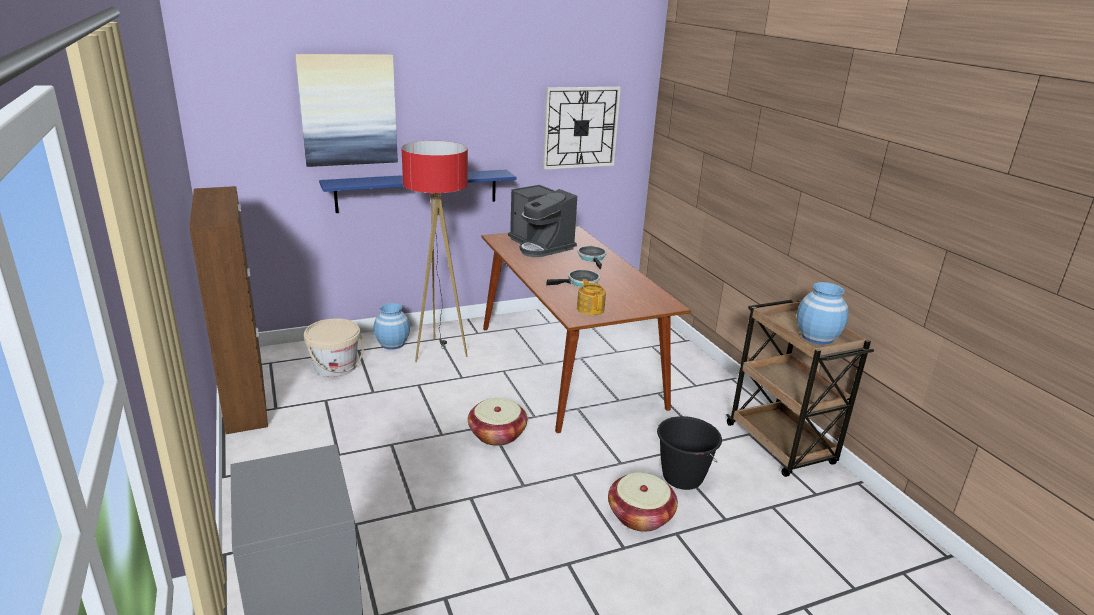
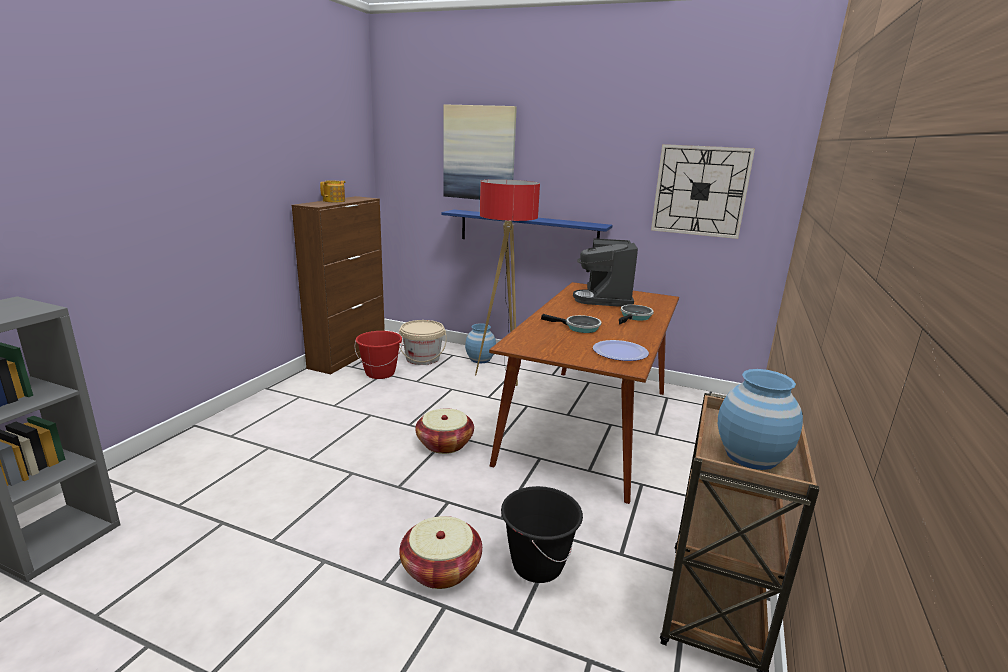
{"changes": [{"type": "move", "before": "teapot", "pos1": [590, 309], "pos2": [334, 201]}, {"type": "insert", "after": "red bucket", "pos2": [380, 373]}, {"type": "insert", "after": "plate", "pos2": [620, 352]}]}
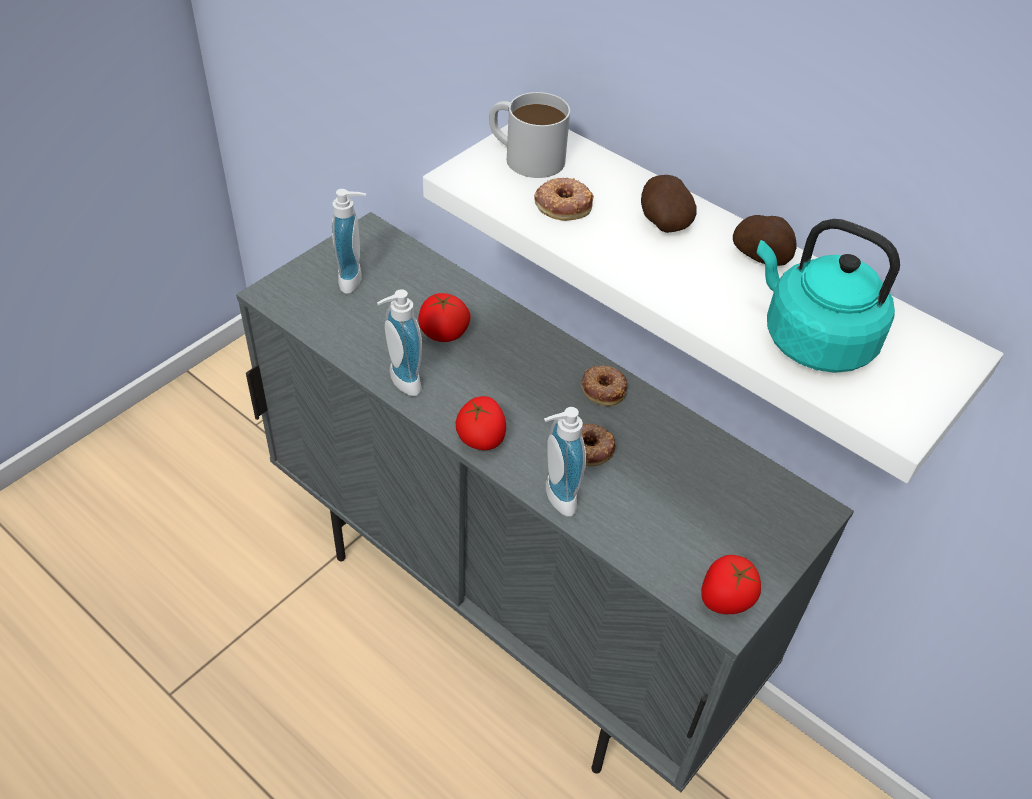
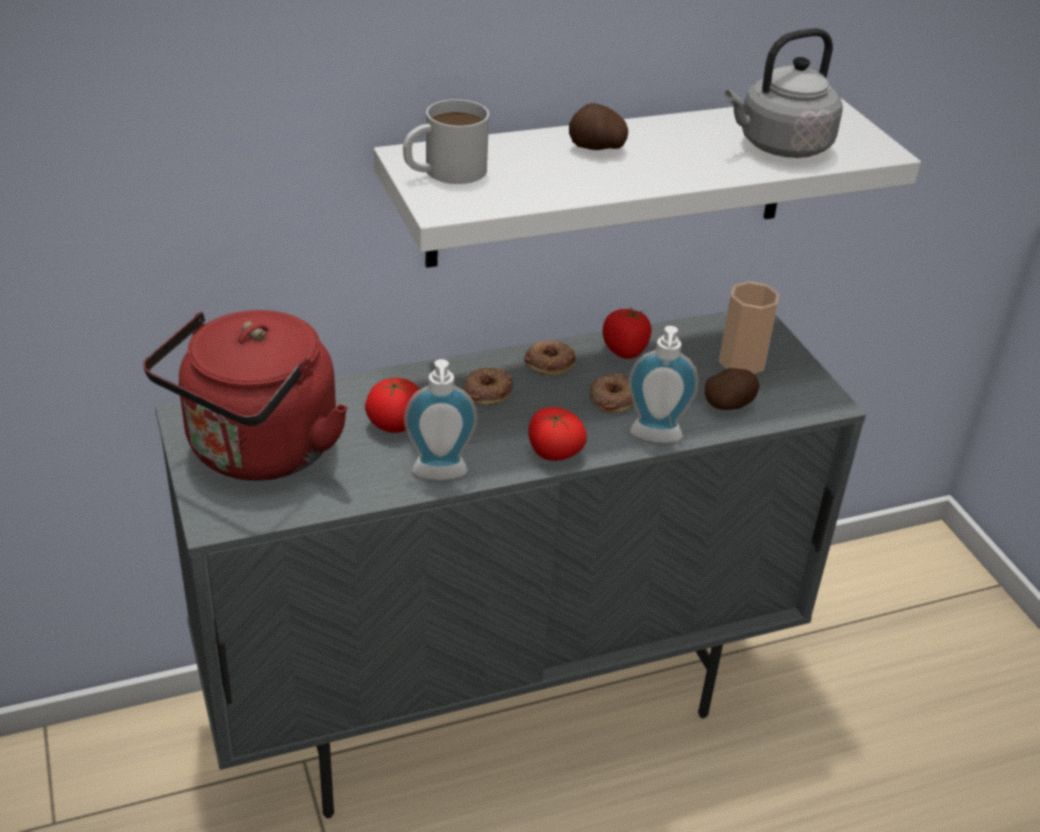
{"changes": [{"type": "replace", "before": "soap dispenser", "after": "red kettle", "pos1": [355, 280], "pos2": [257, 453]}, {"type": "move", "before": "donut", "pos1": [563, 204], "pos2": [487, 391]}, {"type": "move", "before": "tomato", "pos1": [725, 599], "pos2": [625, 350]}, {"type": "move", "before": "potato", "pos1": [761, 257], "pos2": [729, 405]}, {"type": "recolor", "before": "turquoise kettle", "after": "grey kettle", "pos1": [812, 340], "pos2": [780, 146]}, {"type": "insert", "after": "cup", "pos2": [742, 362]}]}
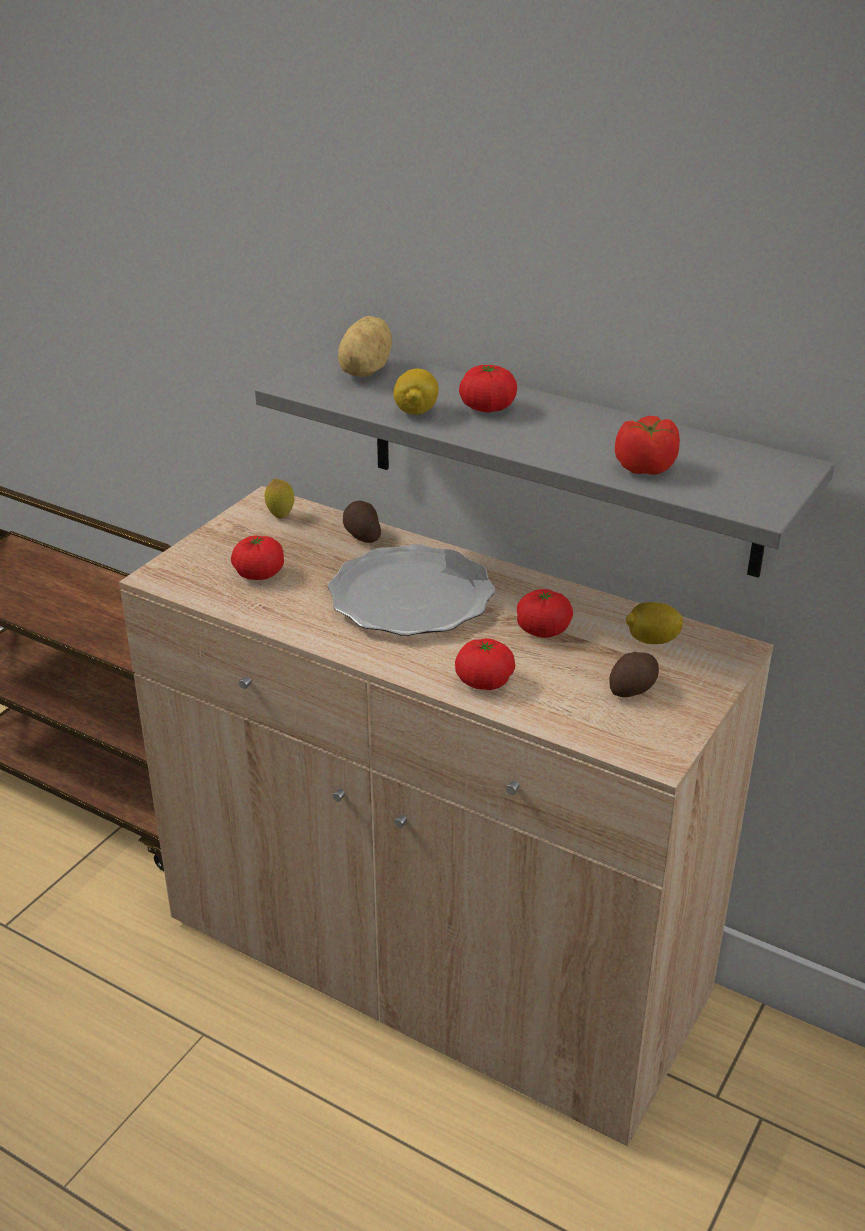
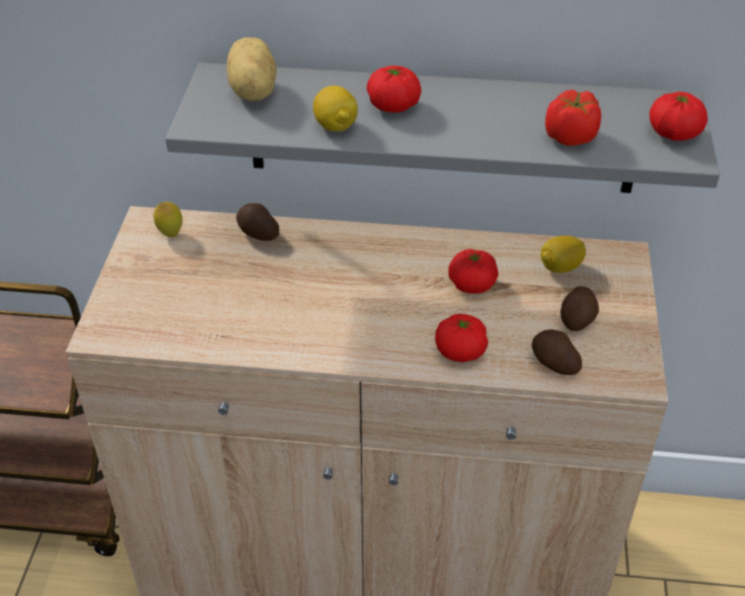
{"changes": [{"type": "move", "before": "tomato", "pos1": [259, 574], "pos2": [674, 133]}, {"type": "delete", "before": "plate", "pos1": [410, 597]}, {"type": "insert", "after": "potato", "pos2": [553, 363]}]}
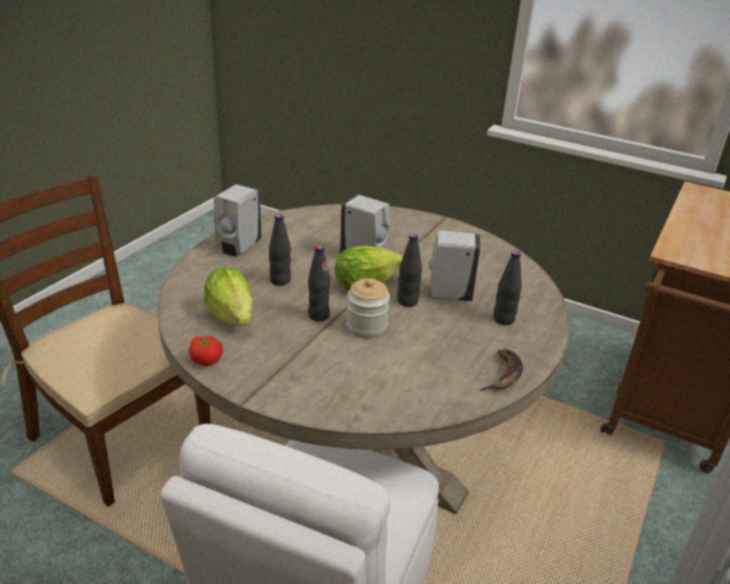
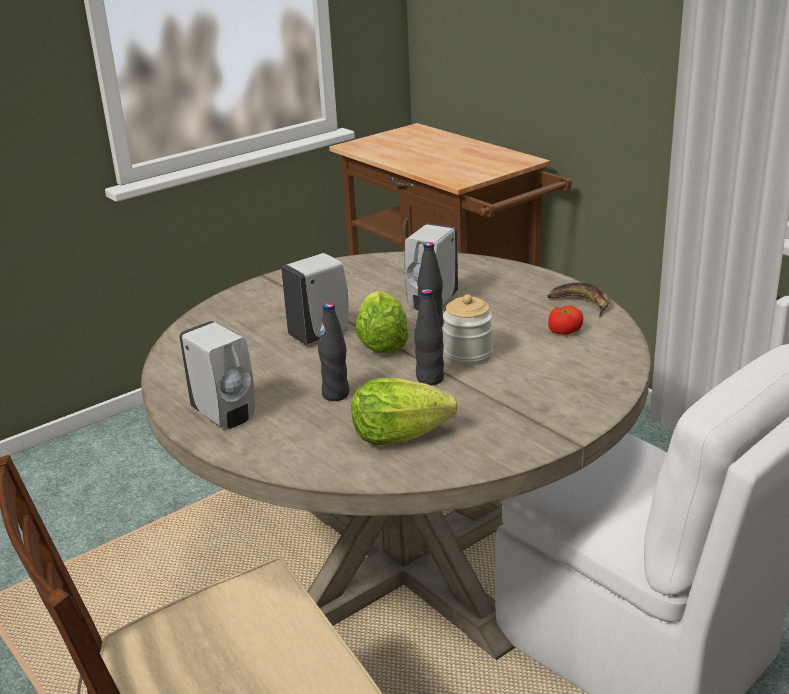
{"changes": [{"type": "move", "before": "tomato", "pos1": [206, 359], "pos2": [564, 330]}, {"type": "delete", "before": "black bottle", "pos1": [503, 319]}]}
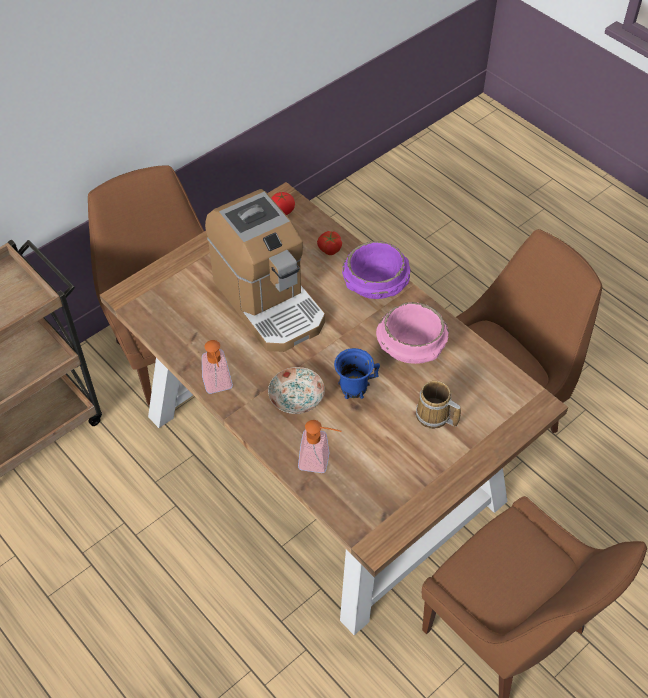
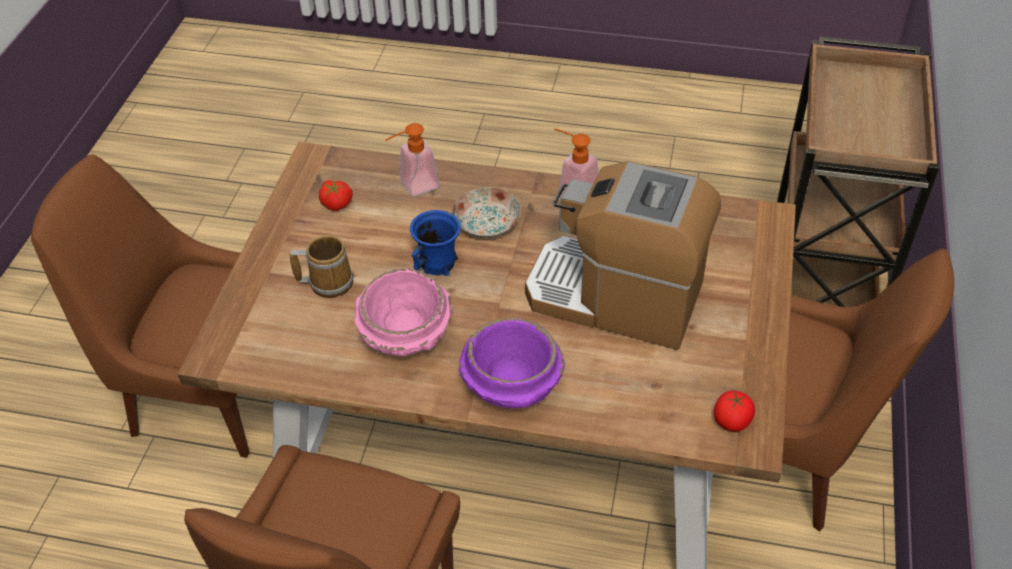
{"changes": [{"type": "move", "before": "tomato", "pos1": [329, 249], "pos2": [337, 203]}]}
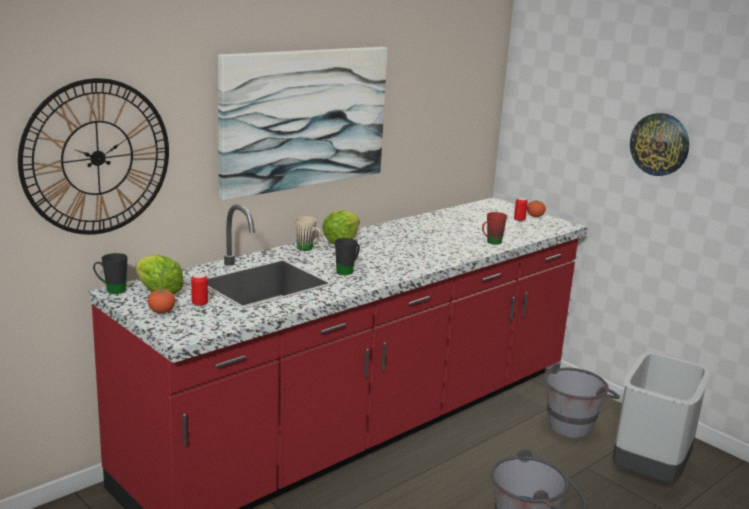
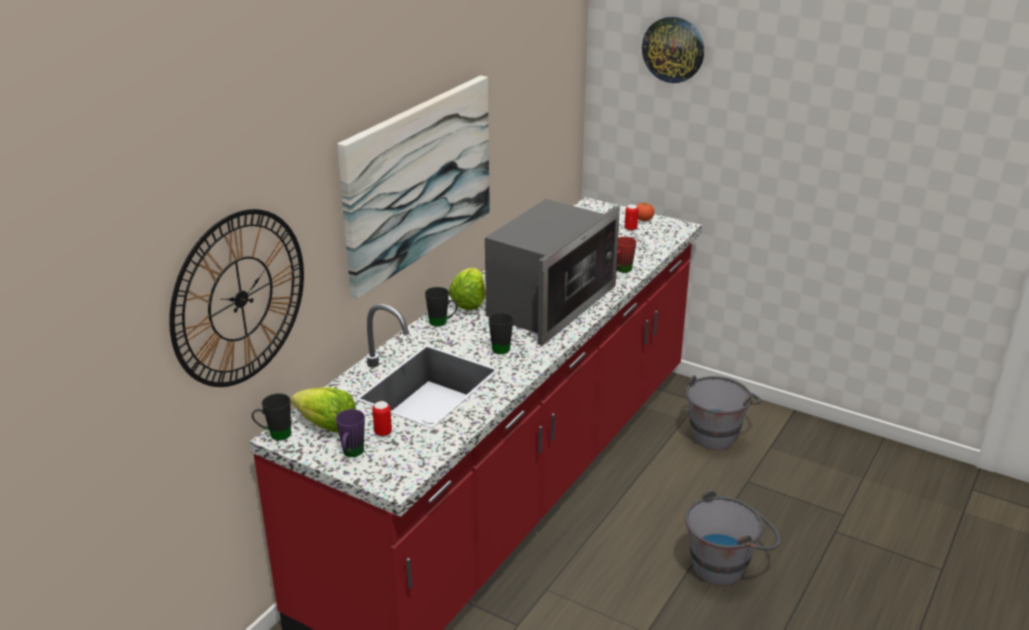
{"changes": [{"type": "replace", "before": "tomato", "after": "purple mug", "pos1": [161, 312], "pos2": [351, 454]}, {"type": "recolor", "before": "beige mug", "after": "black mug", "pos1": [308, 249], "pos2": [442, 323]}, {"type": "delete", "before": "grey trash can", "pos1": [650, 472]}, {"type": "move", "before": "wall clock", "pos1": [660, 144], "pos2": [673, 49]}, {"type": "insert", "after": "microwave", "pos2": [549, 304]}]}
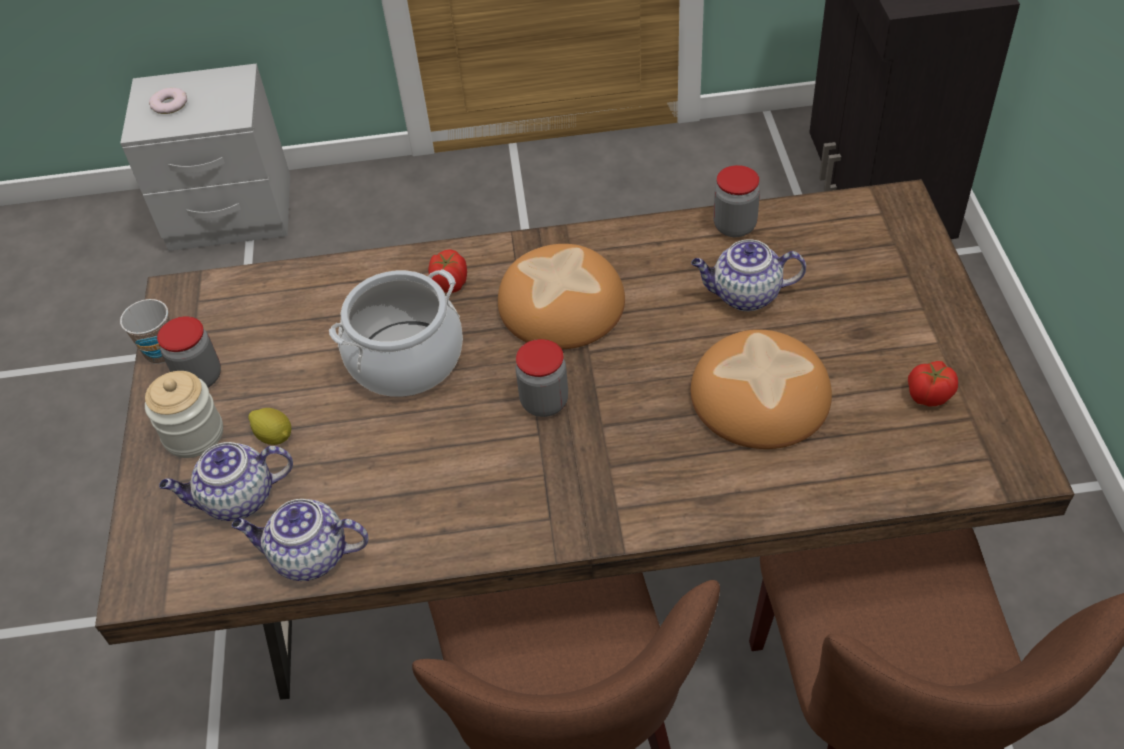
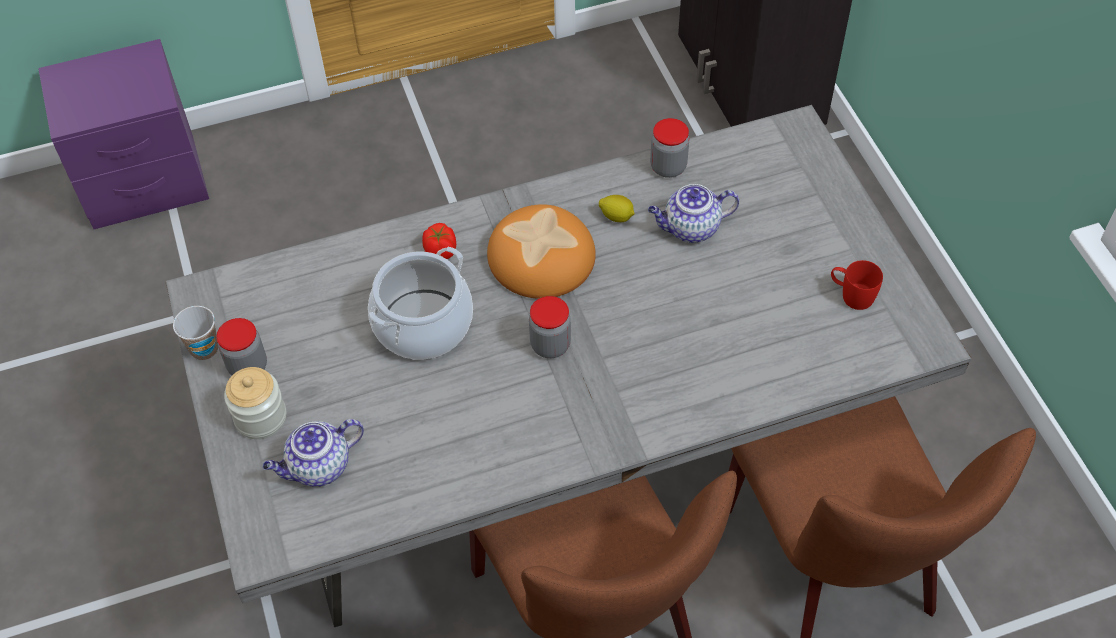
{"changes": [{"type": "recolor", "before": "brown dining table", "after": "grey dining table", "pos1": [577, 562], "pos2": [560, 465]}, {"type": "recolor", "before": "grey nightstand", "after": "purple nightstand", "pos1": [231, 213], "pos2": [144, 182]}, {"type": "delete", "before": "donut", "pos1": [169, 105]}, {"type": "delete", "before": "teapot", "pos1": [308, 557]}, {"type": "move", "before": "lemon", "pos1": [274, 436], "pos2": [617, 216]}, {"type": "delete", "before": "bread", "pos1": [758, 396]}, {"type": "replace", "before": "tomato", "after": "red mug", "pos1": [928, 395], "pos2": [851, 295]}]}
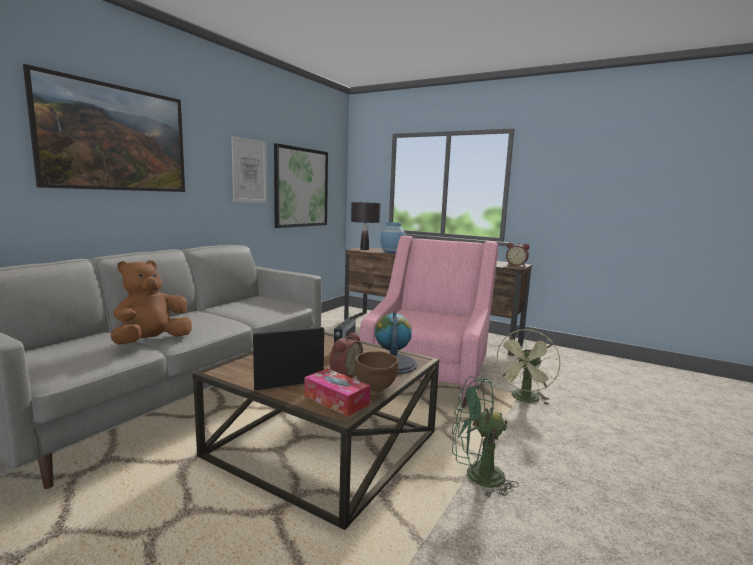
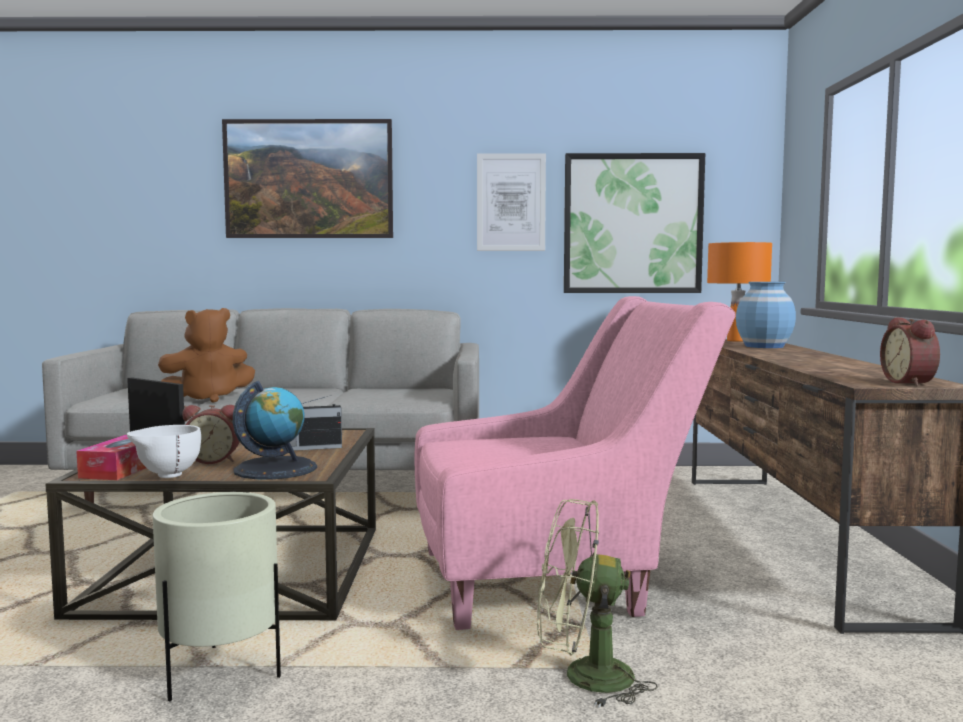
{"changes": [{"type": "rotate", "before": "brown plush toy", "pos1": [152, 341], "pos2": [208, 398], "turn": 150}, {"type": "recolor", "before": "black table lamp", "after": "orange table lamp", "pos1": [364, 249], "pos2": [736, 340]}, {"type": "recolor", "before": "brown bowl", "after": "white bowl", "pos1": [376, 390], "pos2": [166, 476]}, {"type": "replace", "before": "green fan", "after": "beige planter", "pos1": [476, 476], "pos2": [221, 675]}]}
